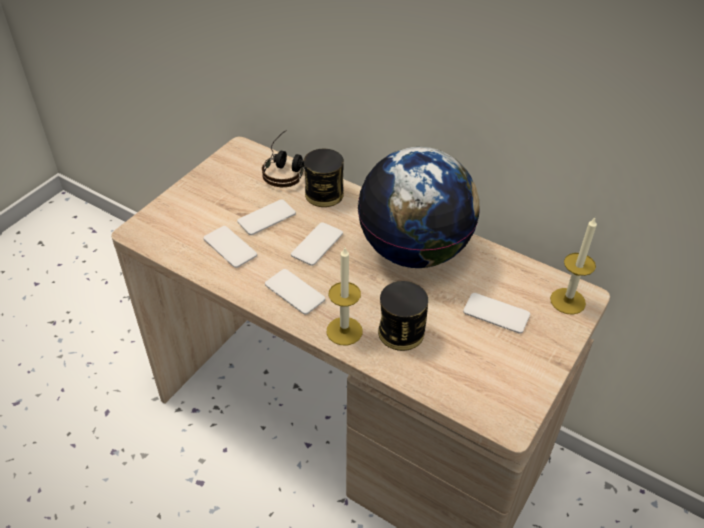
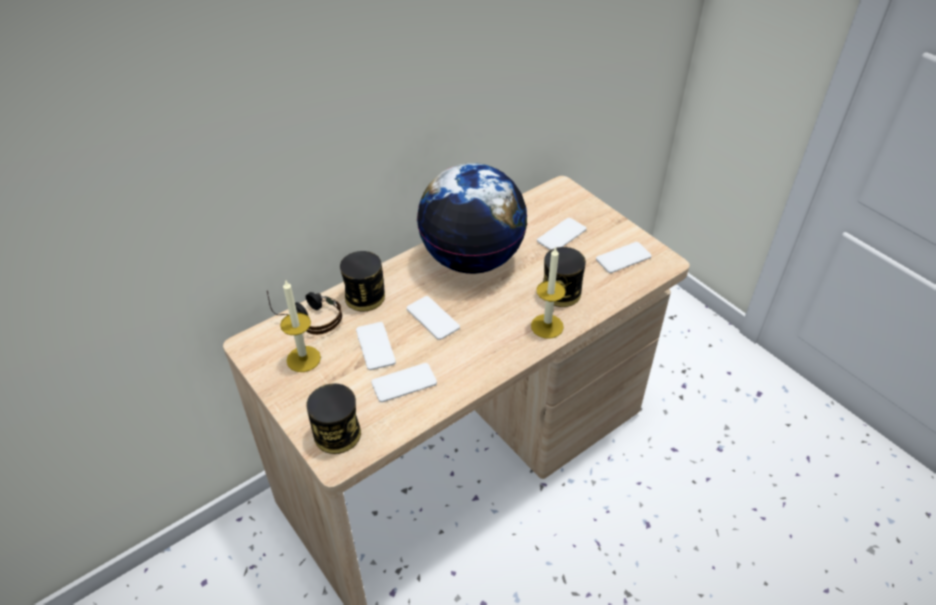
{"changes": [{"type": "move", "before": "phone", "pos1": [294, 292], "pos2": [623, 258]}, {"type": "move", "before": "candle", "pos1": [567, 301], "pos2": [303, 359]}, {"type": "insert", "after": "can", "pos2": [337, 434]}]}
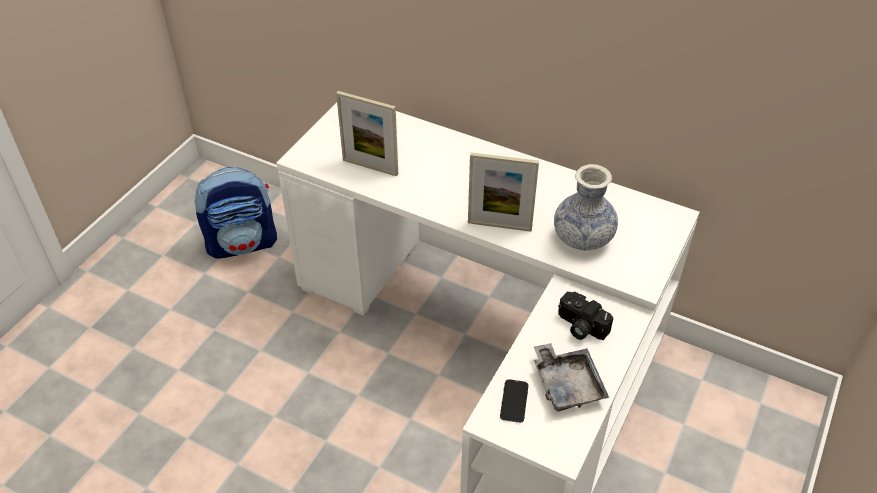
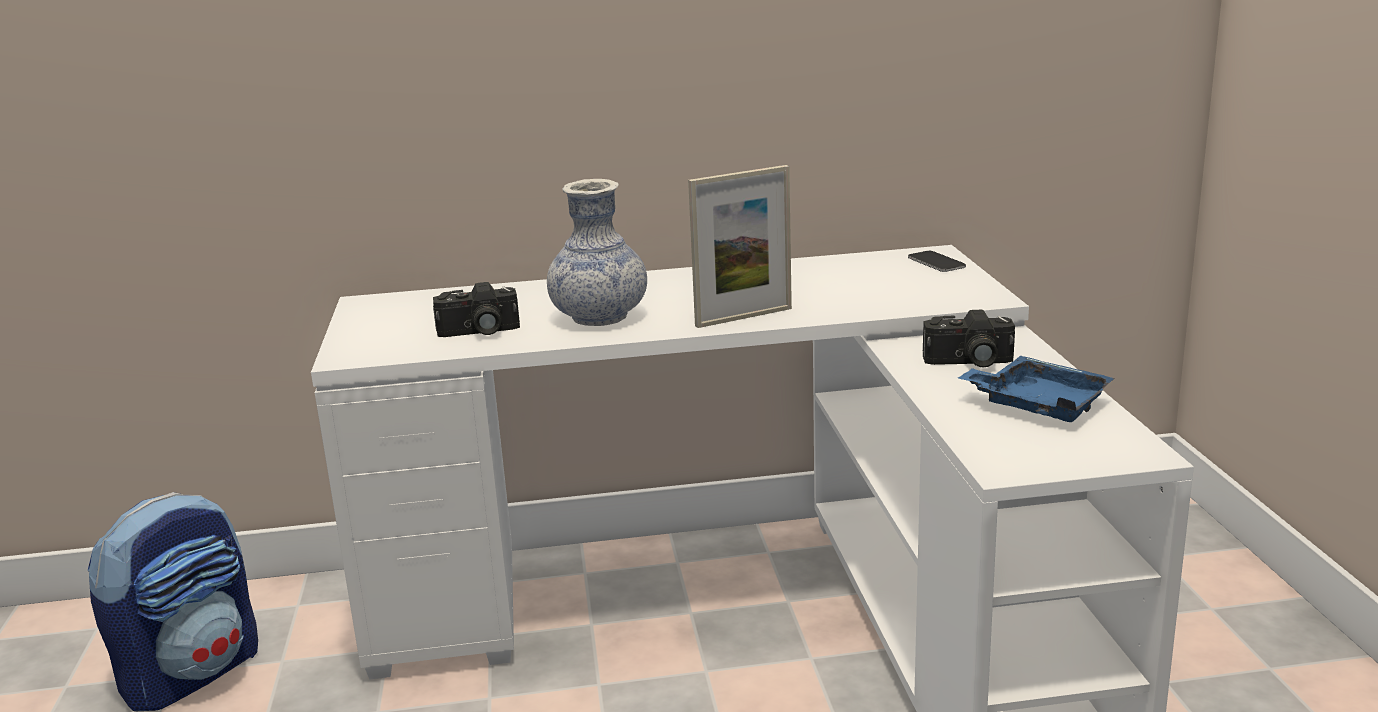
{"changes": [{"type": "replace", "before": "picture frame", "after": "photo camera", "pos1": [370, 167], "pos2": [478, 332]}, {"type": "move", "before": "phone", "pos1": [514, 401], "pos2": [936, 263]}, {"type": "recolor", "before": "grey tray", "after": "blue tray", "pos1": [567, 384], "pos2": [1038, 404]}, {"type": "move", "before": "vase", "pos1": [583, 238], "pos2": [599, 317]}]}
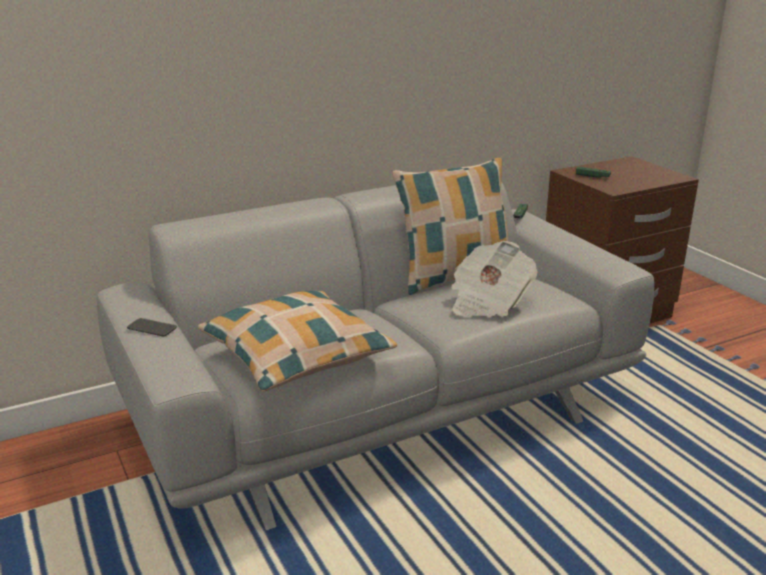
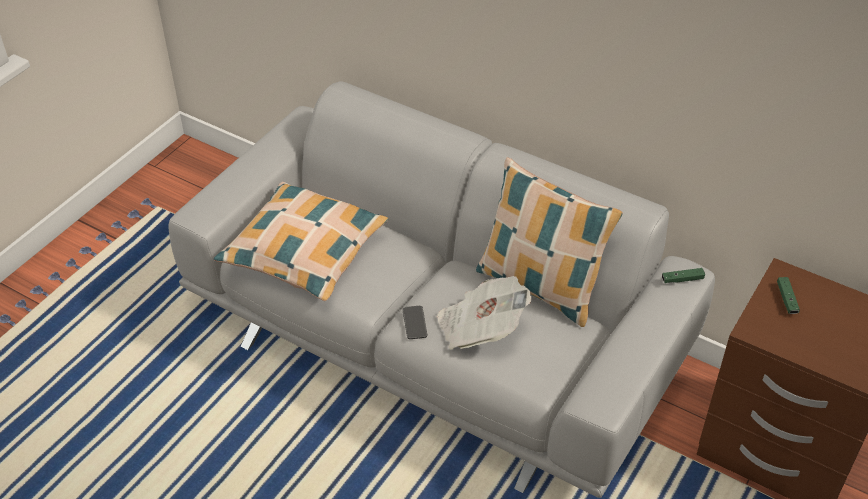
{"changes": [{"type": "move", "before": "phone", "pos1": [152, 328], "pos2": [414, 323]}]}
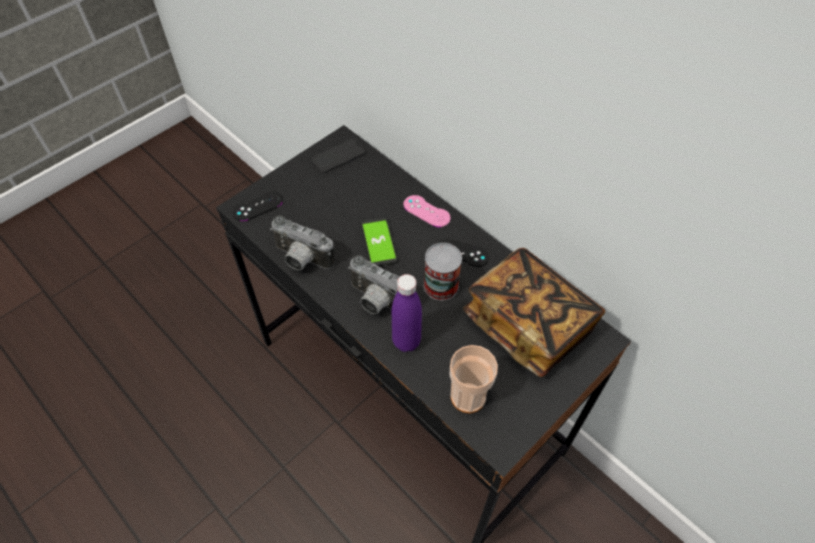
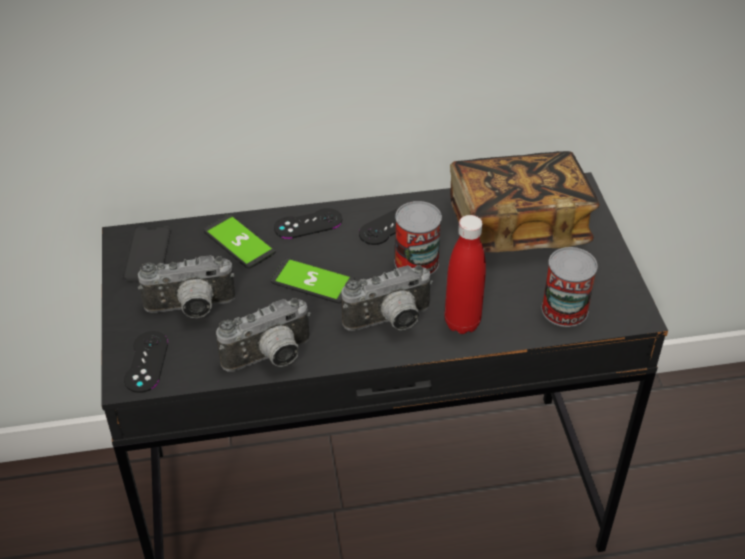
{"changes": [{"type": "recolor", "before": "purple bottle", "after": "red bottle", "pos1": [406, 341], "pos2": [462, 323]}, {"type": "recolor", "before": "pink game controller", "after": "black game controller", "pos1": [426, 211], "pos2": [308, 224]}, {"type": "replace", "before": "cup", "after": "can", "pos1": [468, 396], "pos2": [564, 309]}, {"type": "insert", "after": "photo camera", "pos2": [191, 309]}, {"type": "insert", "after": "phone", "pos2": [239, 242]}]}
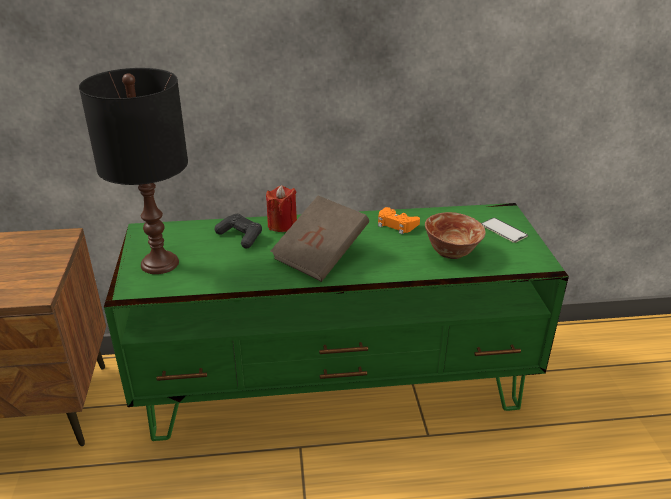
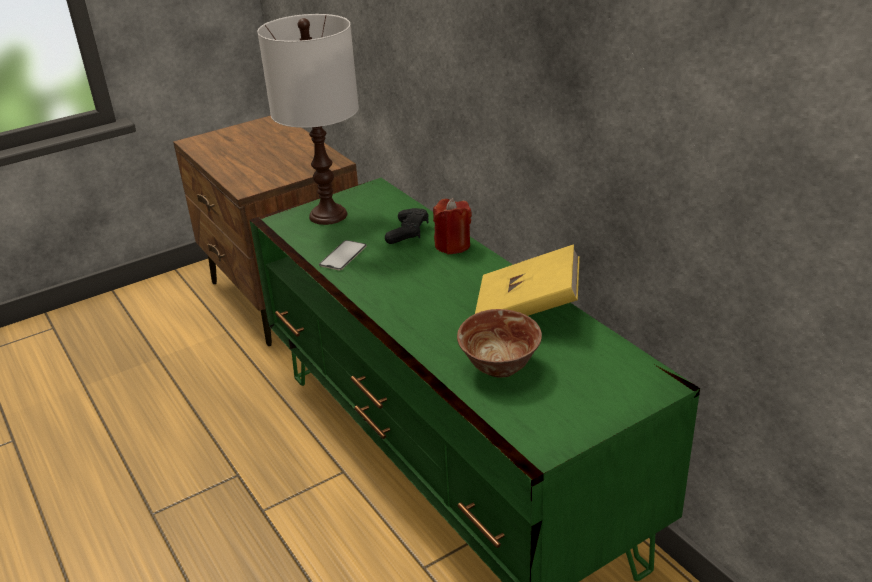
{"changes": [{"type": "recolor", "before": "black table lamp", "after": "white table lamp", "pos1": [160, 263], "pos2": [328, 215]}, {"type": "delete", "before": "brown book", "pos1": [320, 256]}, {"type": "replace", "before": "orange game controller", "after": "yellow book", "pos1": [396, 224], "pos2": [527, 311]}, {"type": "move", "before": "phone", "pos1": [503, 230], "pos2": [343, 255]}]}
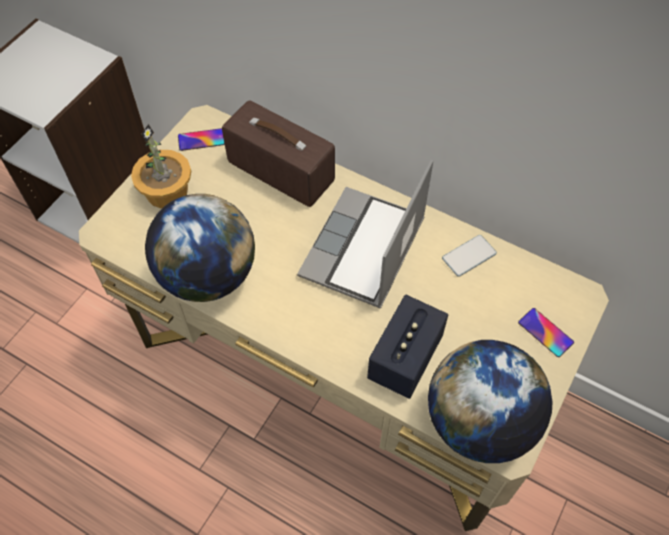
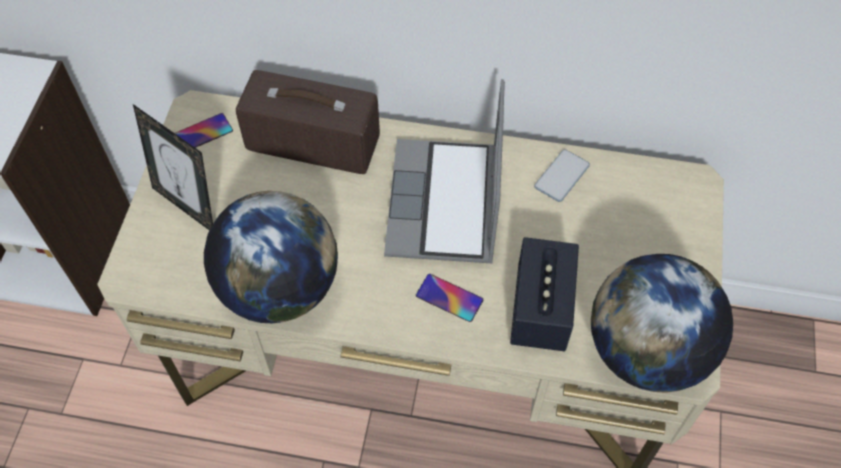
{"changes": [{"type": "replace", "before": "potted plant", "after": "picture frame", "pos1": [167, 192], "pos2": [188, 206]}, {"type": "move", "before": "phone", "pos1": [545, 332], "pos2": [449, 298]}]}
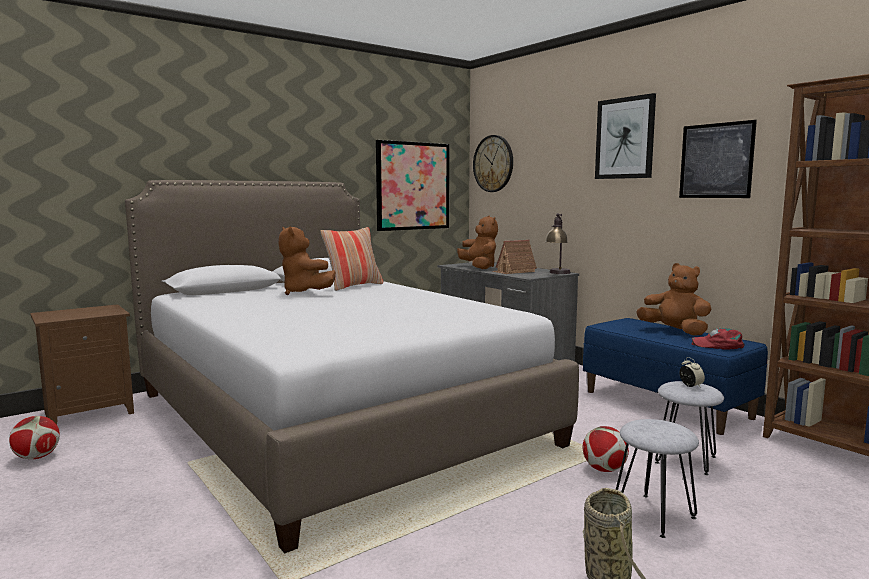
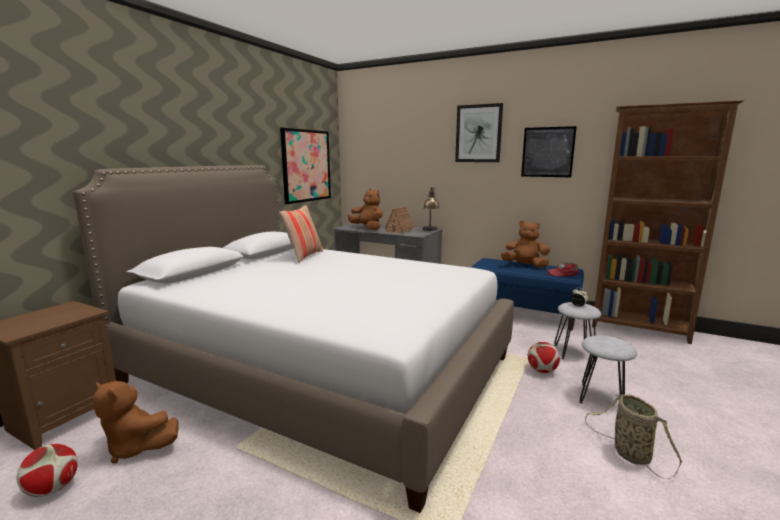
{"changes": [{"type": "move", "before": "brown plush toy", "pos1": [304, 293], "pos2": [137, 447]}, {"type": "delete", "before": "wall clock", "pos1": [493, 163]}]}
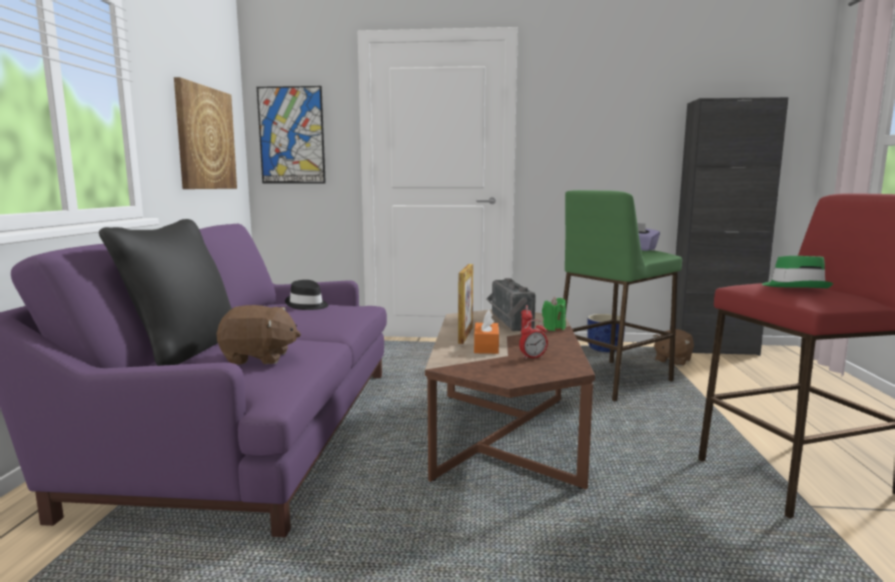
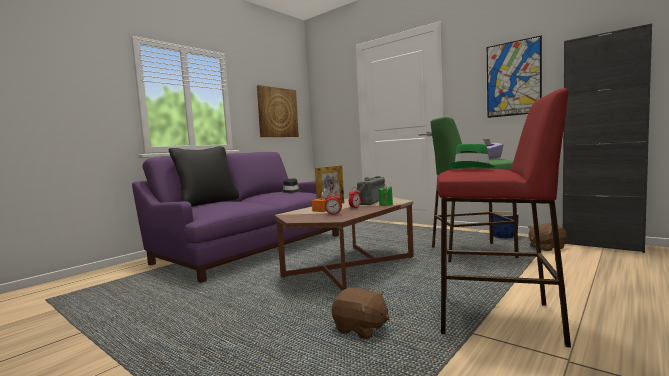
{"changes": [{"type": "move", "before": "brown plush toy", "pos1": [259, 358], "pos2": [360, 329]}, {"type": "move", "before": "picture", "pos1": [291, 135], "pos2": [513, 78]}]}
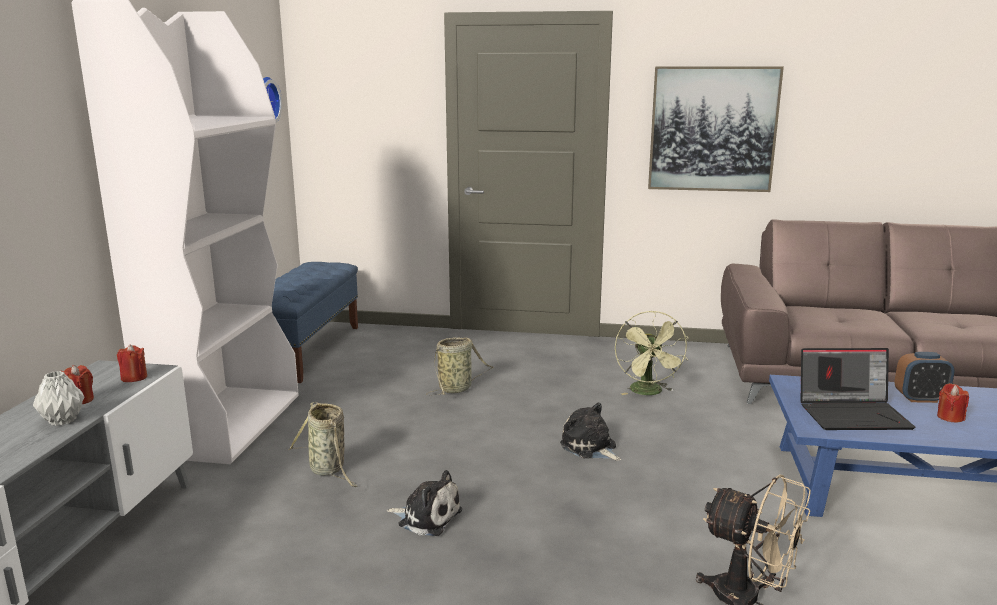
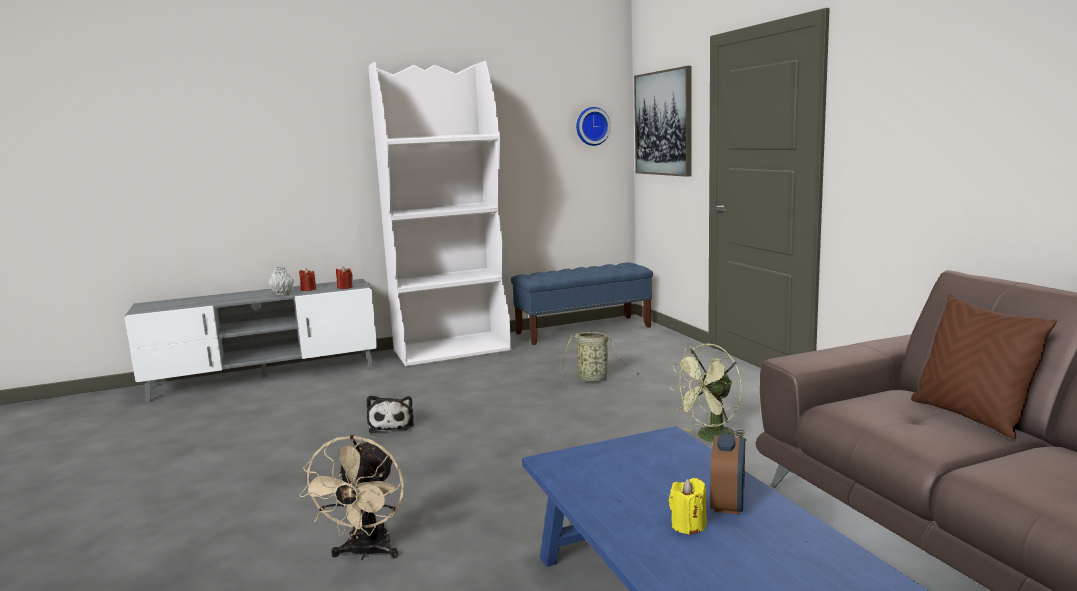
{"changes": [{"type": "delete", "before": "basket", "pos1": [328, 470]}, {"type": "delete", "before": "plush toy", "pos1": [590, 447]}, {"type": "move", "before": "picture", "pos1": [712, 129], "pos2": [663, 123]}, {"type": "delete", "before": "laptop", "pos1": [853, 414]}, {"type": "rotate", "before": "alarm clock", "pos1": [920, 398], "pos2": [727, 504], "turn": -135}, {"type": "recolor", "before": "red candle", "after": "yellow candle", "pos1": [950, 417], "pos2": [688, 525]}, {"type": "insert", "after": "brown pillow", "pos2": [970, 417]}]}
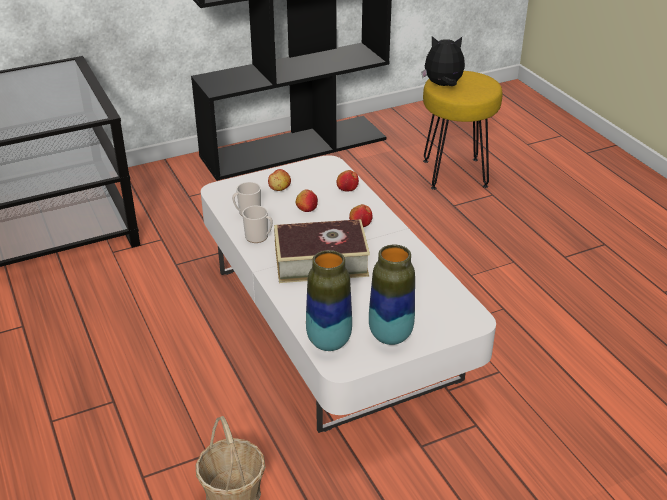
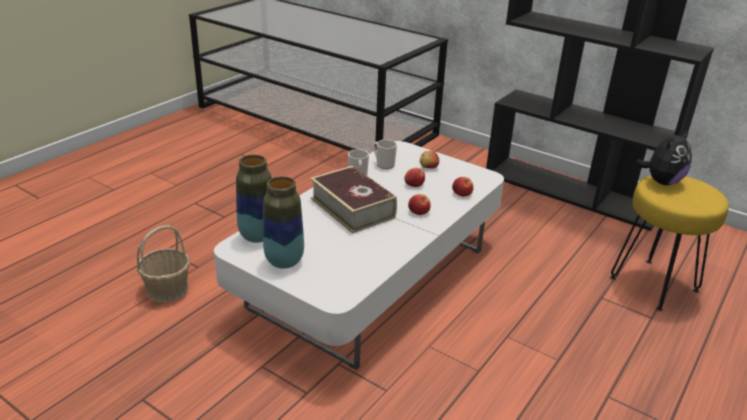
{"changes": [{"type": "rotate", "before": "plush toy", "pos1": [443, 85], "pos2": [661, 181], "turn": 75}]}
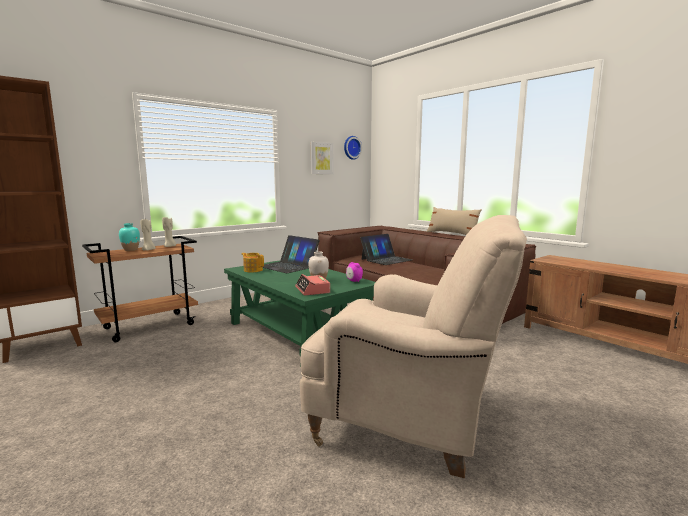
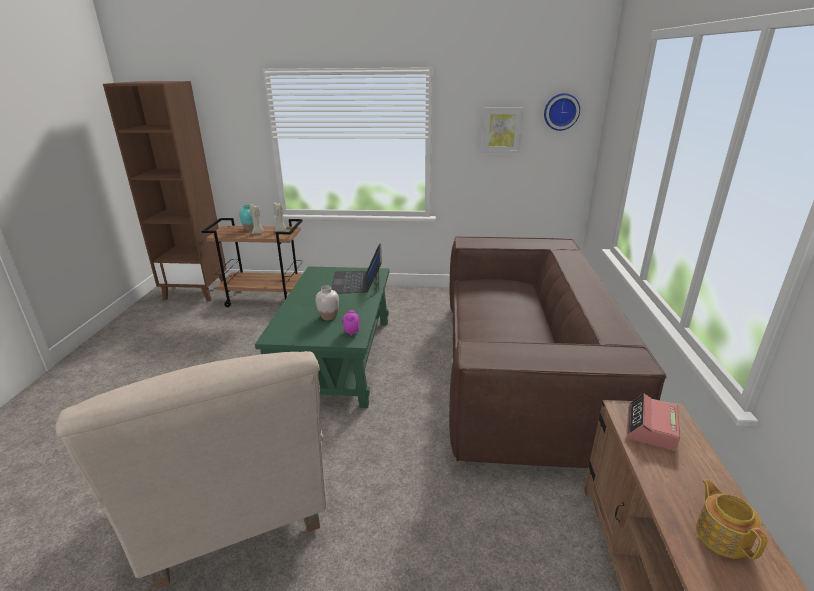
{"changes": [{"type": "move", "before": "teapot", "pos1": [253, 270], "pos2": [722, 535]}, {"type": "move", "before": "alarm clock", "pos1": [312, 290], "pos2": [650, 428]}, {"type": "delete", "before": "laptop", "pos1": [386, 259]}, {"type": "delete", "before": "beige pillow", "pos1": [452, 234]}]}
